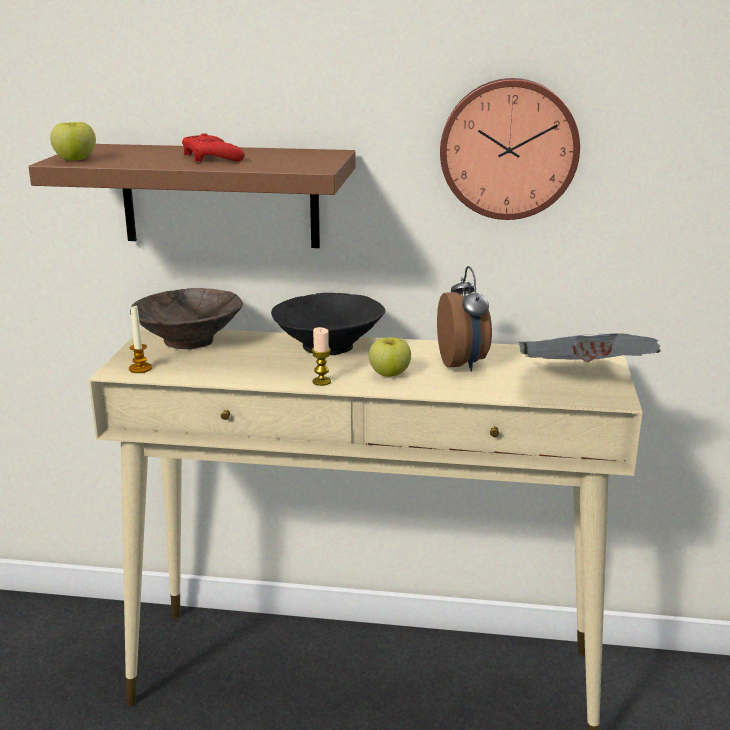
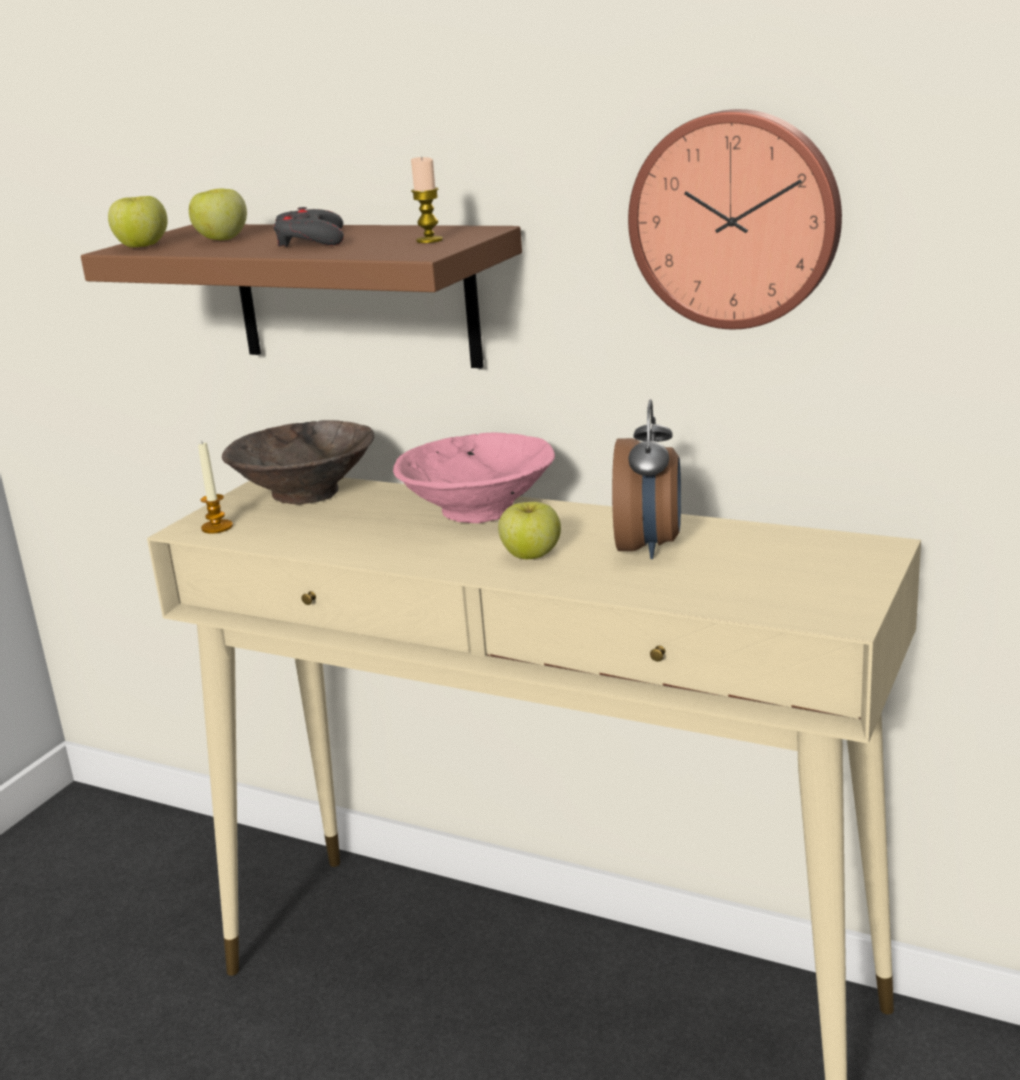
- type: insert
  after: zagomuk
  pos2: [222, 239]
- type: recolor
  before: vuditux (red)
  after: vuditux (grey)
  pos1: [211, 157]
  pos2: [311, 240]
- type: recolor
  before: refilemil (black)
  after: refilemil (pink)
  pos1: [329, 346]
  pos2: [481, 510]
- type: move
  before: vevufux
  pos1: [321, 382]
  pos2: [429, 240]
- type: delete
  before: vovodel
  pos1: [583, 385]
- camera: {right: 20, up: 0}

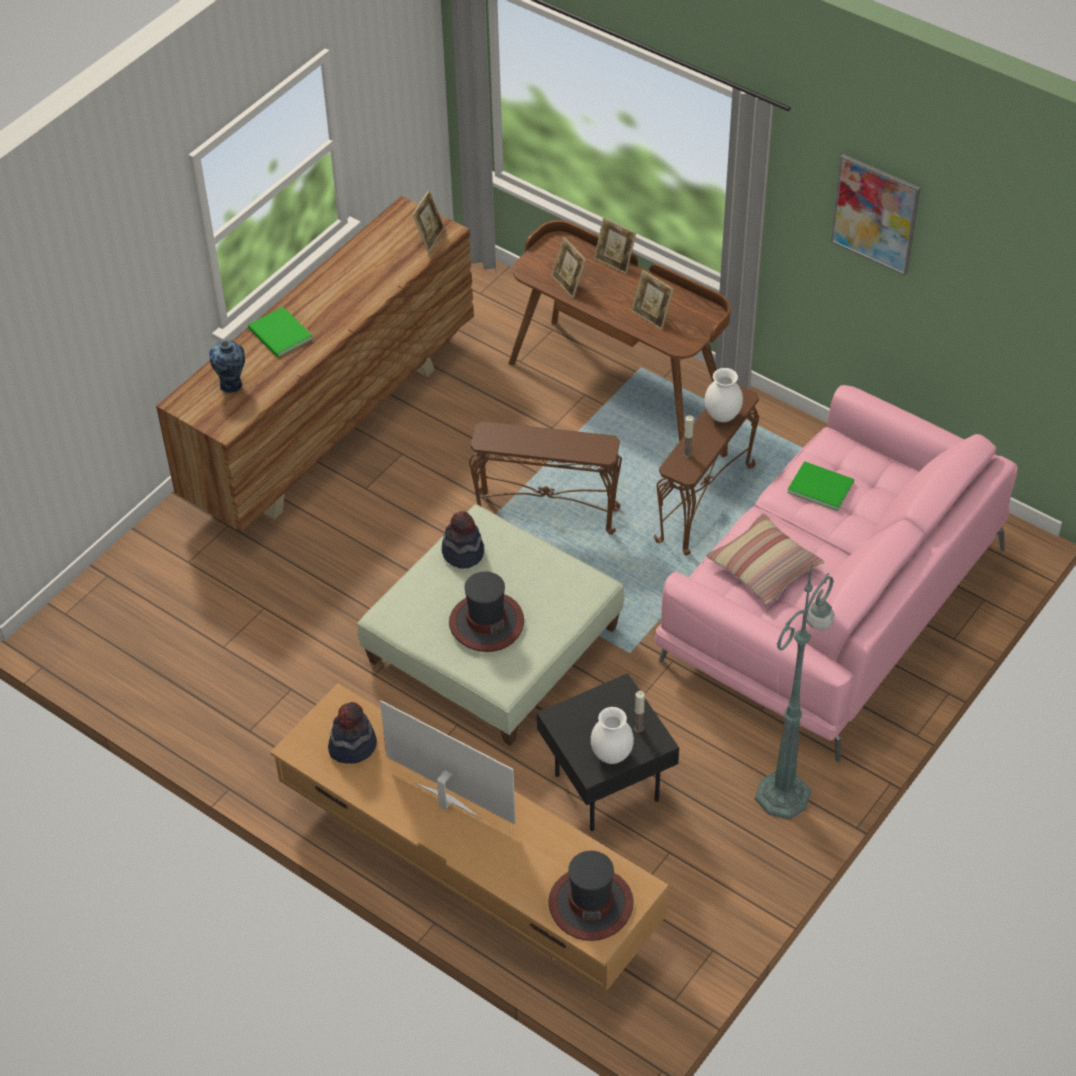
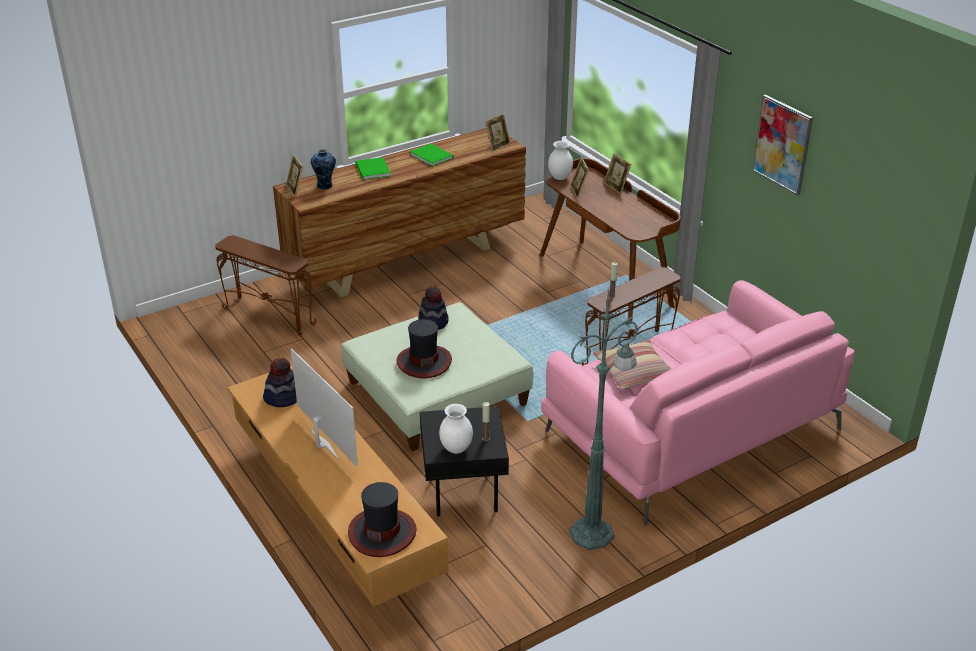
- type: move
  before: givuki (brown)
  pos1: [546, 514]
  pos2: [269, 316]
- type: move
  before: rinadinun
  pos1: [651, 316]
  pos2: [295, 190]
- type: move
  before: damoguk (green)
  pos1: [819, 485]
  pos2: [431, 155]
- type: move
  before: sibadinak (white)
  pos1: [723, 416]
  pos2: [560, 177]
- camera: {right: 20, up: -15}

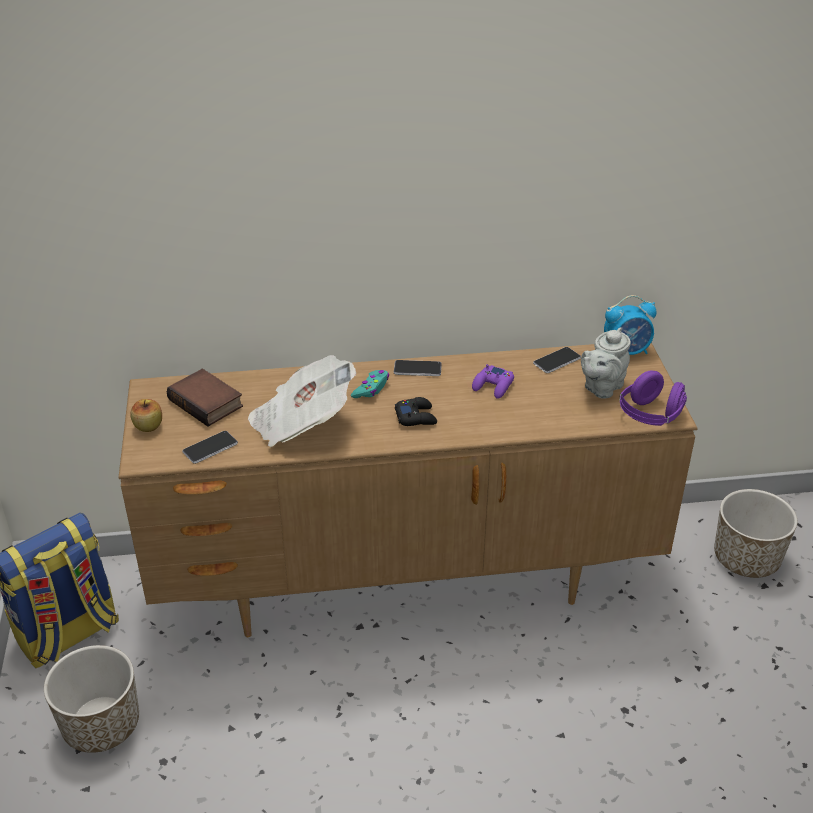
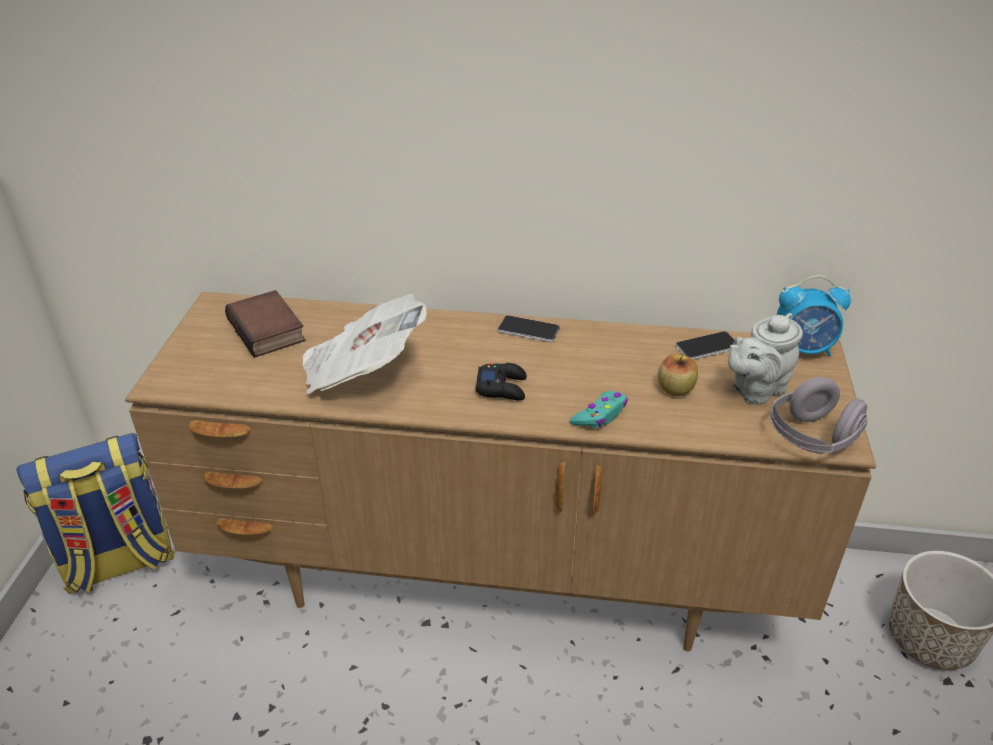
- type: move
  before: vuditux (turquoise)
  pos1: [371, 389]
  pos2: [600, 415]
- type: move
  before: zagomuk
  pos1: [148, 426]
  pos2: [675, 389]
- type: recolor
  before: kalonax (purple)
  after: kalonax (grey)
  pos1: [650, 416]
  pos2: [811, 438]
- type: delete
  before: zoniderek
  pos1: [101, 724]
- type: delete
  before: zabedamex
  pos1: [210, 448]
- type: delete
  before: vuditux (purple)
  pos1: [493, 386]
- camera: {right: 15, up: 0}

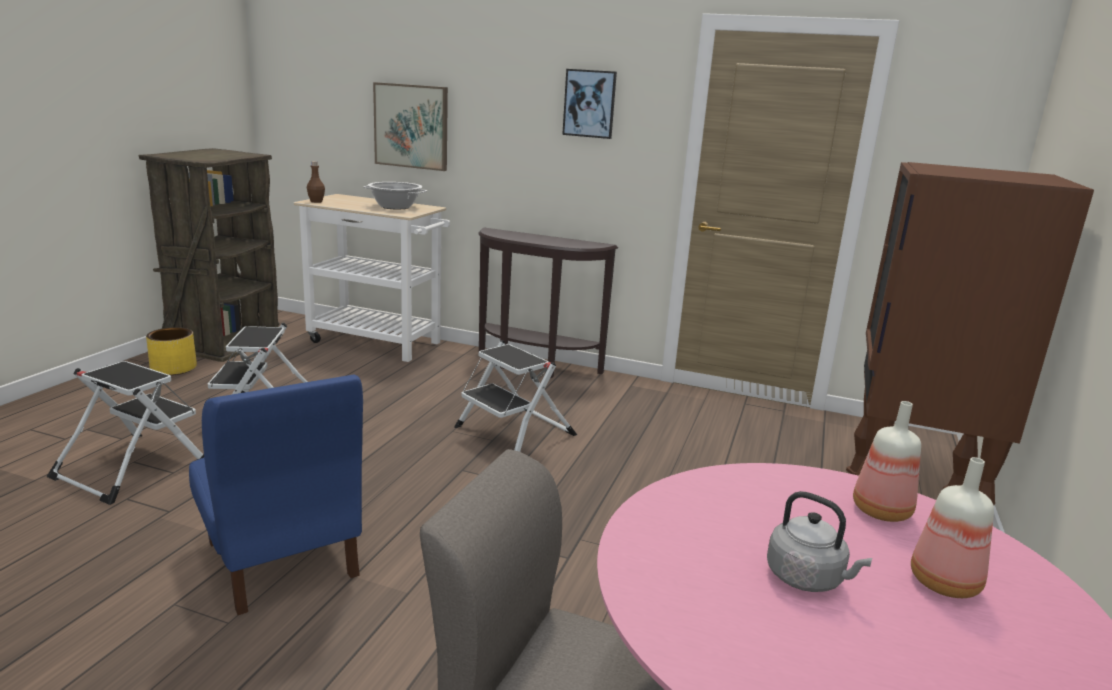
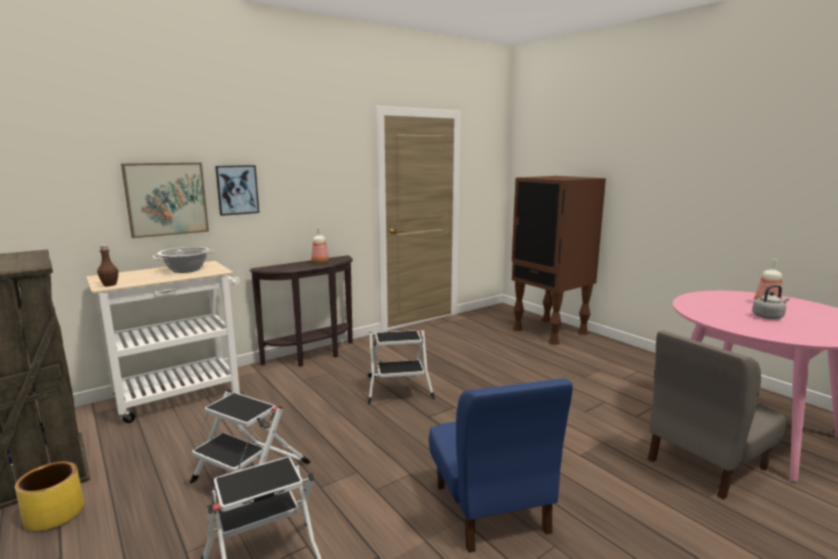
- type: move
  before: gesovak
  pos1: [589, 103]
  pos2: [237, 190]
- type: move
  before: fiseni
  pos1: [879, 510]
  pos2: [319, 262]
- type: rotate
  before: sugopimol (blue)
  pos1: [282, 560]
  pos2: [491, 509]
  turn: 75
- camera: {right: -55, up: -5}

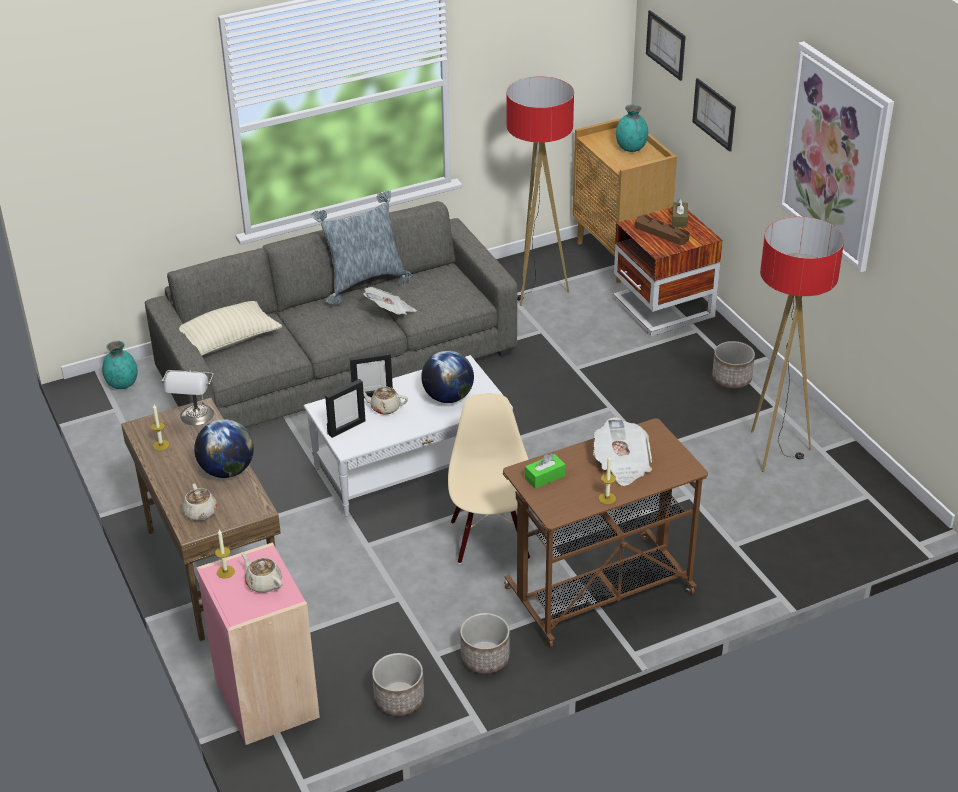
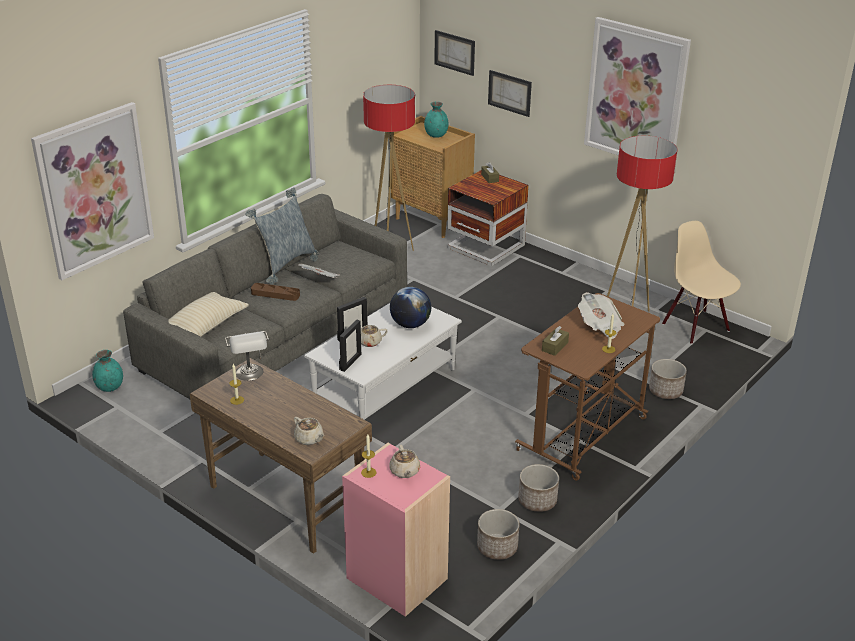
- type: insert
  after: gesovak
  pos2: [94, 190]
- type: move
  before: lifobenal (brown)
  pos1: [661, 233]
  pos2: [275, 294]
- type: rotate
  before: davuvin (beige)
  pos1: [263, 583]
  pos2: [404, 471]
  turn: -120
- type: recolor
  before: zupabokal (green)
  after: zupabokal (brown)
  pos1: [544, 477]
  pos2: [555, 346]
- type: move
  before: zoniderek
  pos1: [731, 379]
  pos2: [665, 391]
- type: move
  before: sugopimol (beige)
  pos1: [491, 540]
  pos2: [696, 327]
- type: delete
  before: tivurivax
  pos1: [227, 471]
- camera: {right: -25, up: -5}

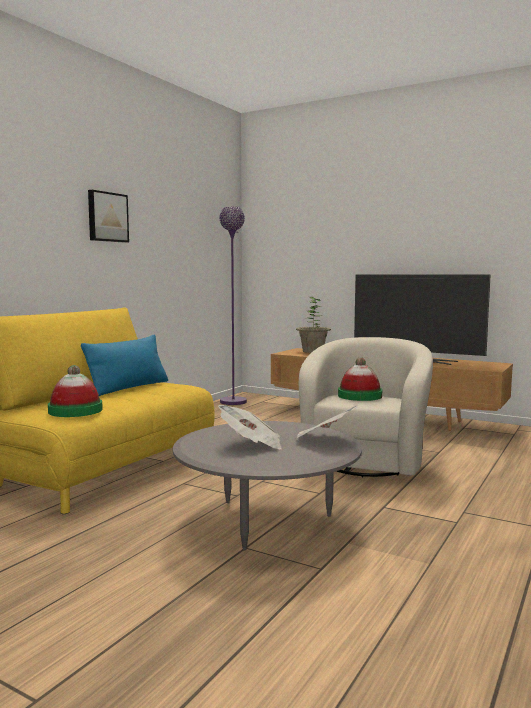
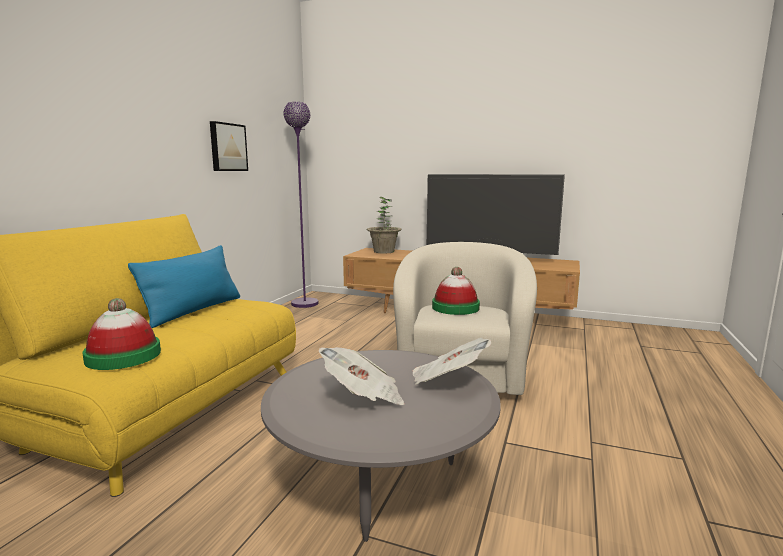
- type: move
  before: gesovak
  pos1: [107, 217]
  pos2: [227, 147]
- camera: {right: -10, up: 5}

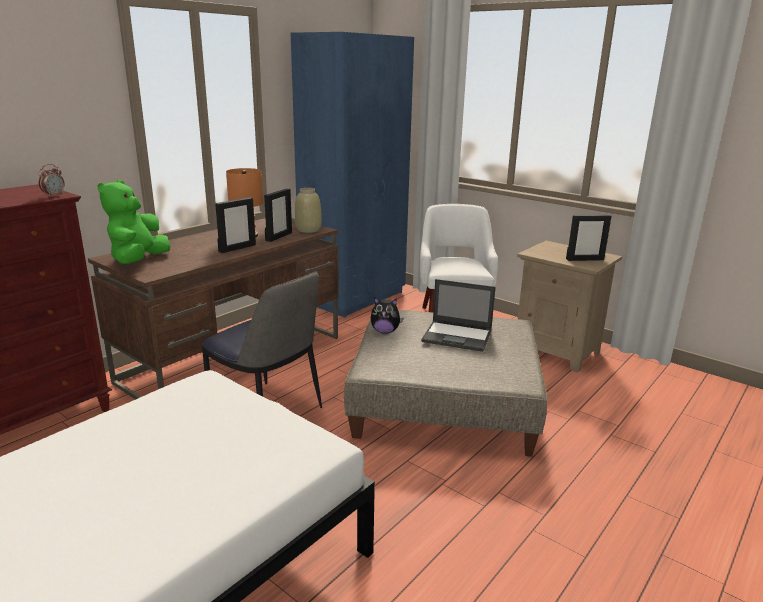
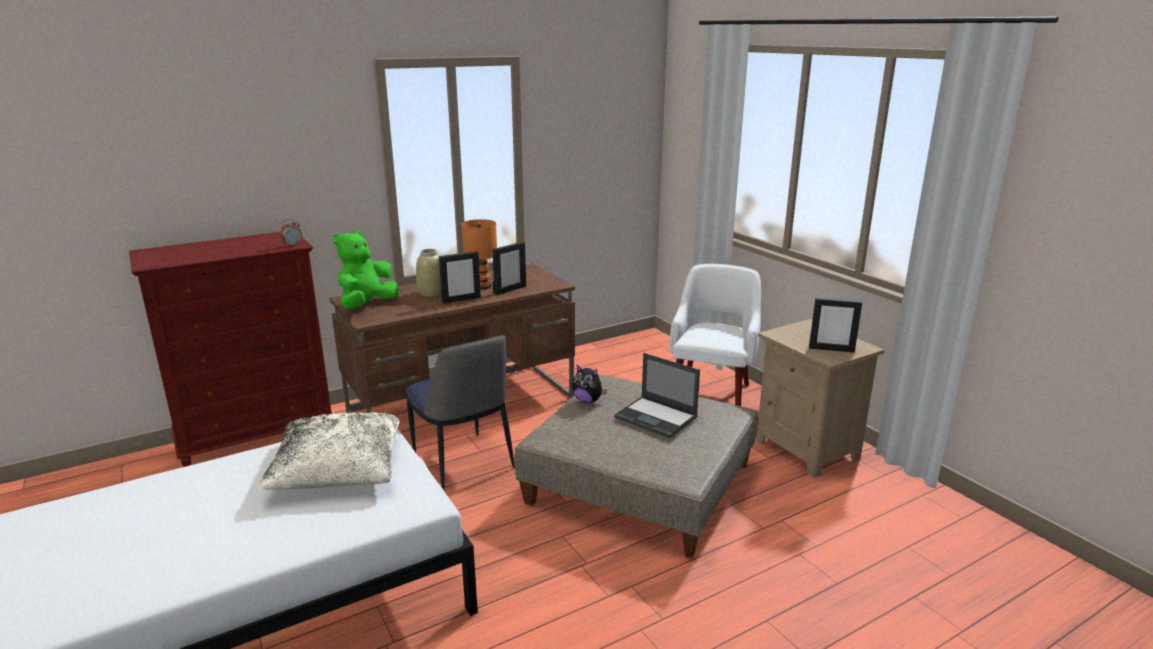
- type: insert
  after: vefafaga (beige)
  pos2: [337, 467]
- type: move
  before: sibadinak (beige)
  pos1: [308, 230]
  pos2: [432, 293]
- type: delete
  before: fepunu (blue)
  pos1: [355, 297]
- camera: {right: 20, up: 0}

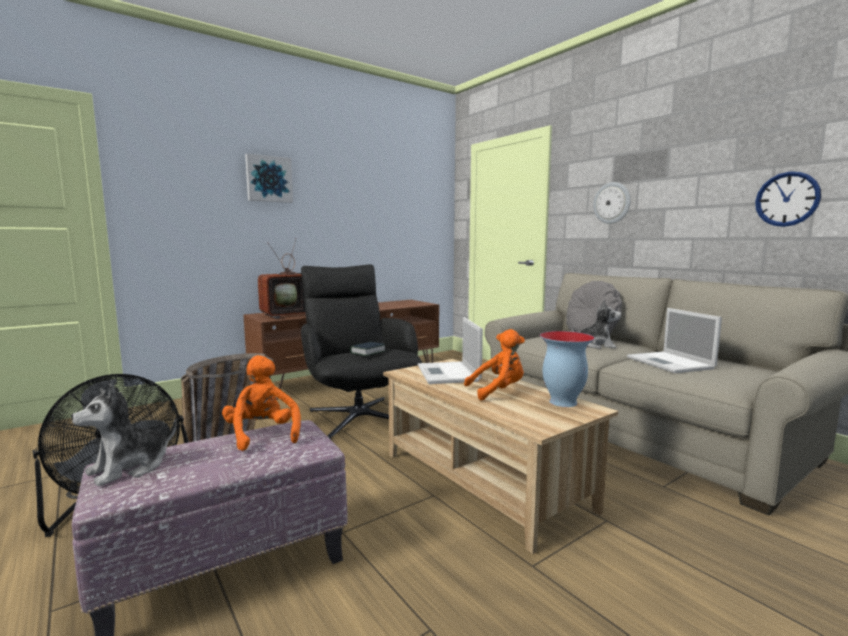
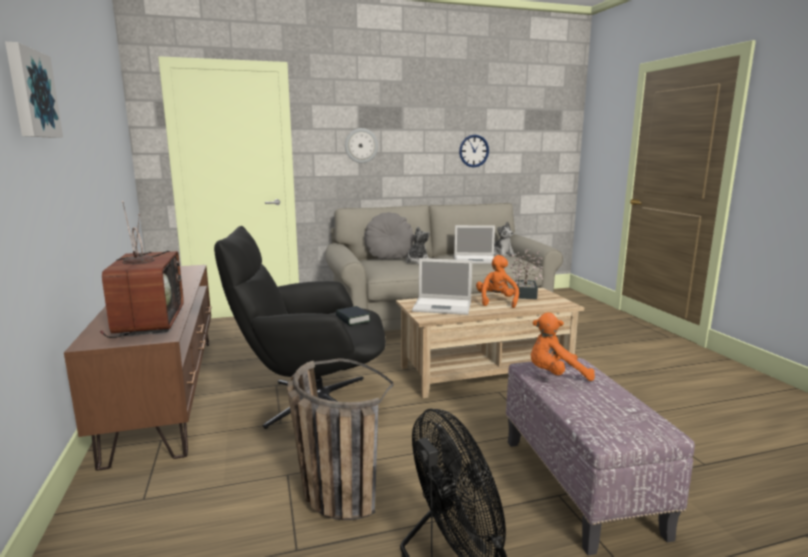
- type: move
  before: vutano
  pos1: [129, 468]
  pos2: [502, 254]
- type: replace
  before: sibadinak
  after: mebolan
  pos1: [563, 402]
  pos2: [525, 293]
- camera: {right: -70, up: 5}

